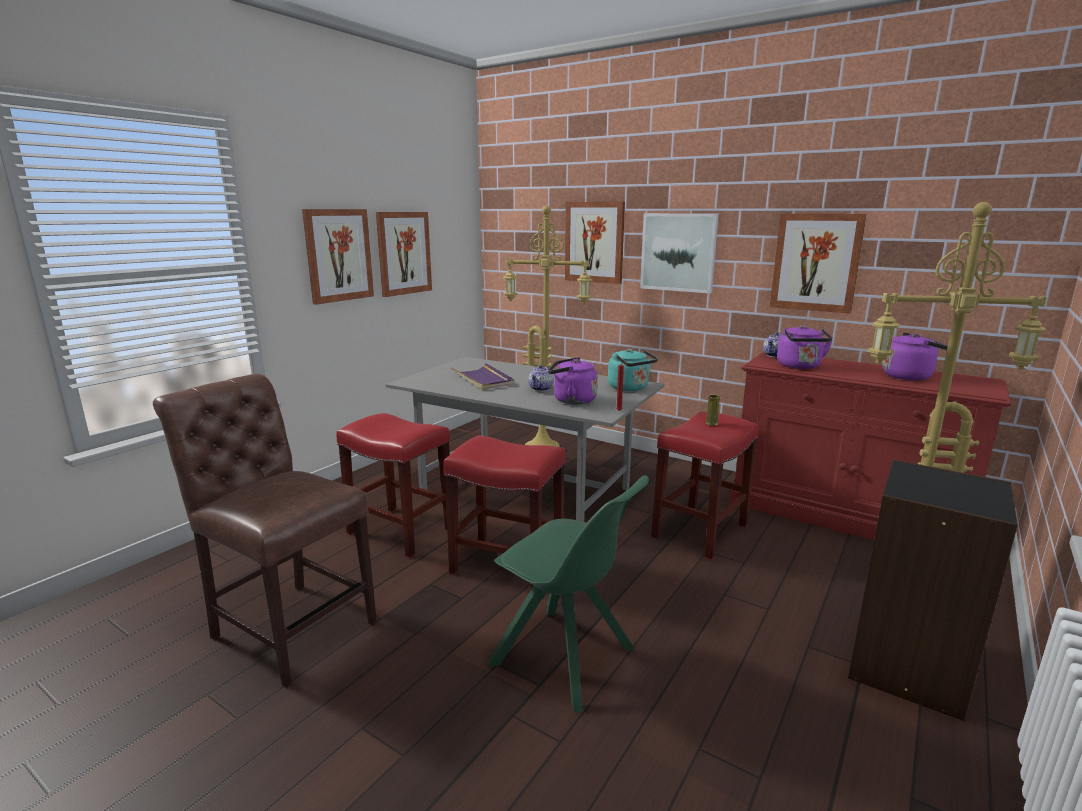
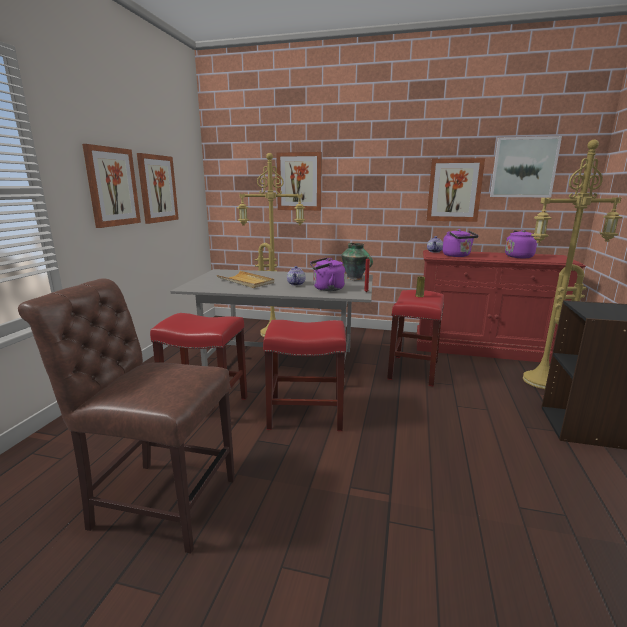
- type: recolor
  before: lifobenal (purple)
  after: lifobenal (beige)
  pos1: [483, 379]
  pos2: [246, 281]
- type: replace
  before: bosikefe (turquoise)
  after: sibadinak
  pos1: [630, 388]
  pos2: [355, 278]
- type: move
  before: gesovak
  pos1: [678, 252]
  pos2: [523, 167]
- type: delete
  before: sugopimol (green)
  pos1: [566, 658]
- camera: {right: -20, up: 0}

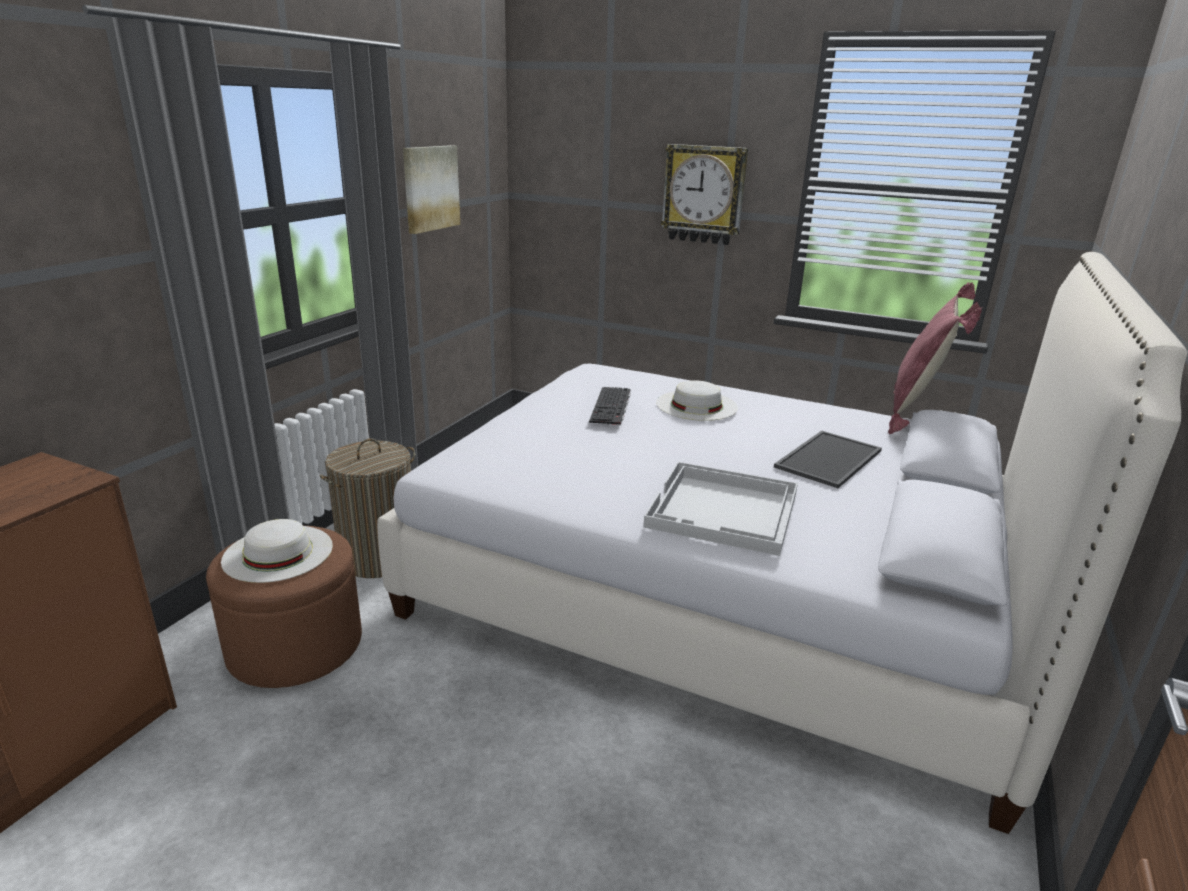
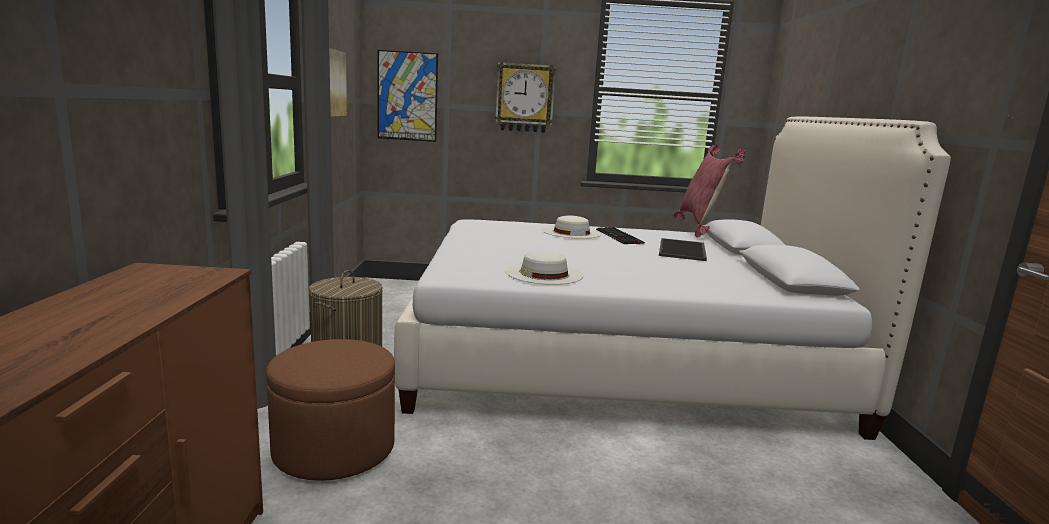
- type: insert
  after: gesovak
  pos2: [407, 96]
- type: move
  before: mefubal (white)
  pos1: [278, 553]
  pos2: [544, 273]
- type: move
  before: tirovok
  pos1: [612, 406]
  pos2: [620, 236]
- type: delete
  before: lifobenal (white)
  pos1: [724, 510]
- camera: {right: -25, up: -10}

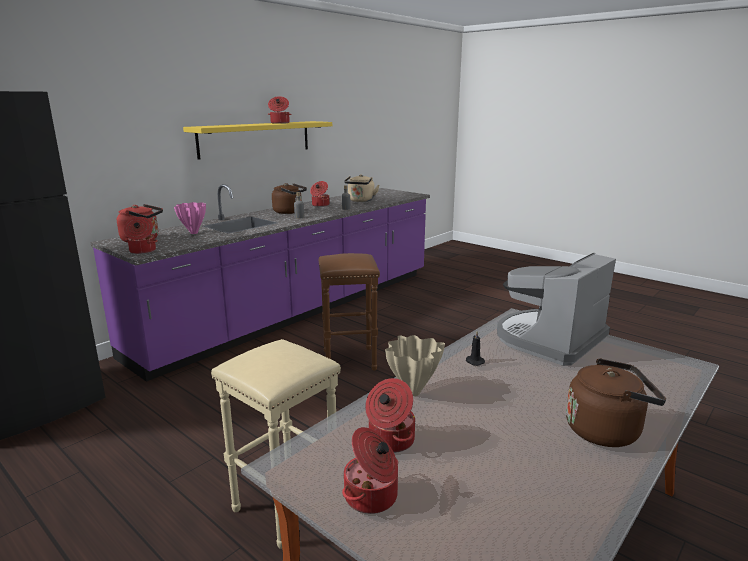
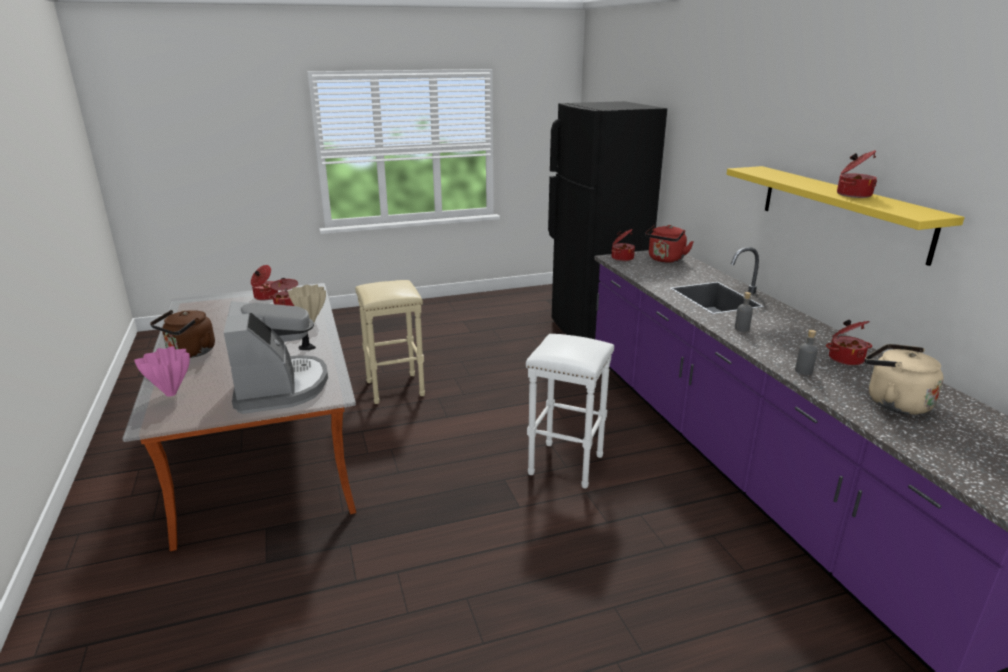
- type: move
  before: sibadinak (pink)
  pos1: [193, 233]
  pos2: [172, 393]
- type: recolor
  before: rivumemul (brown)
  after: rivumemul (white)
  pos1: [348, 359]
  pos2: [567, 464]
- type: delete
  before: bosikefe (brown)
  pos1: [289, 212]
- camera: {right: 120, up: 5}

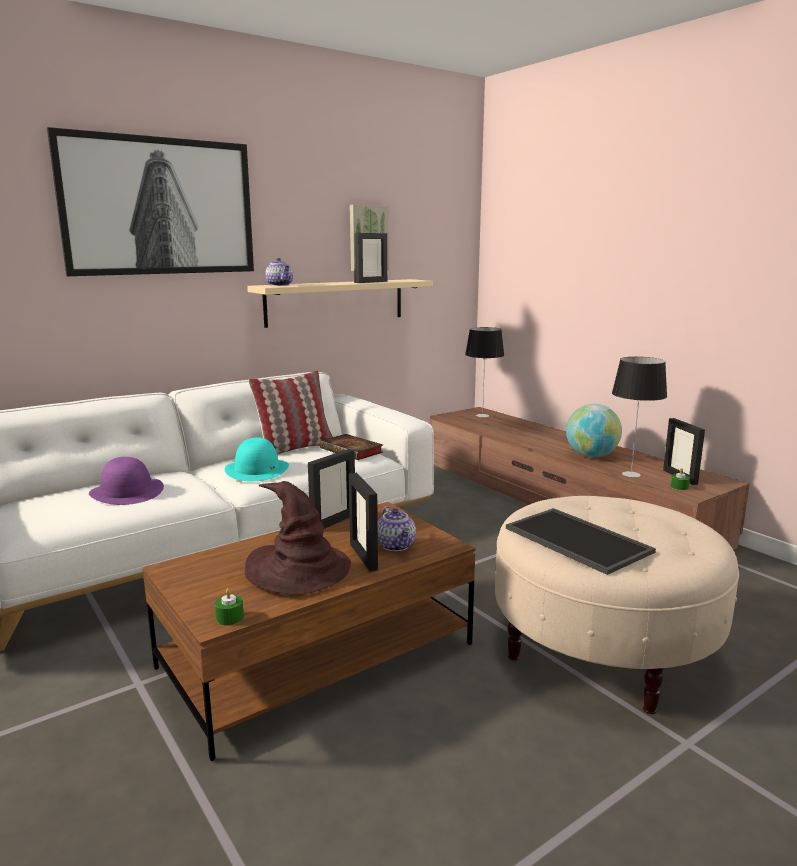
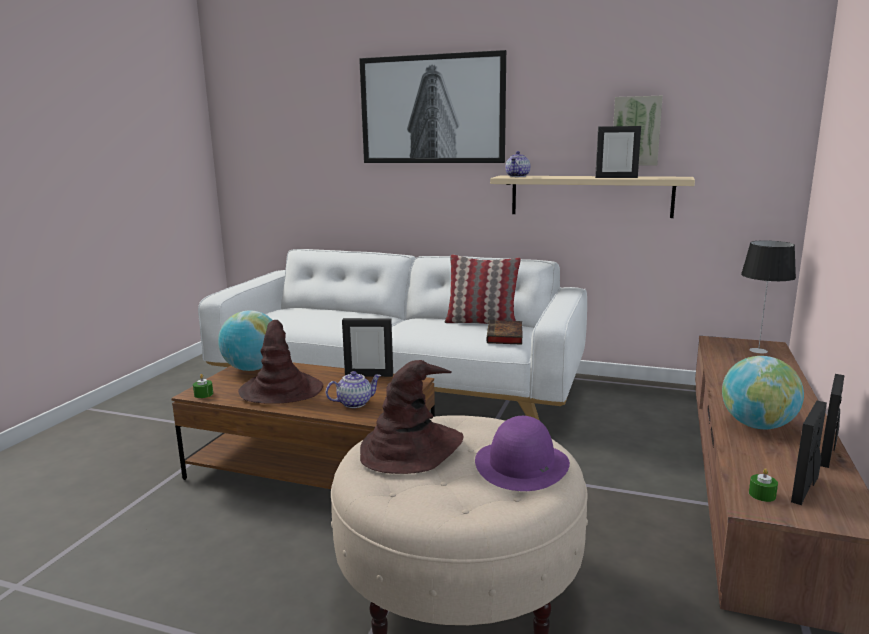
- type: insert
  after: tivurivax
  pos2: [252, 369]
- type: rotate
  before: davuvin
  pos1: [396, 546]
  pos2: [354, 403]
  turn: -150
- type: replace
  before: lifobenal
  after: mefubal (brown)
  pos1: [574, 540]
  pos2: [410, 449]
- type: move
  before: mefubal (purple)
  pos1: [127, 492]
  pos2: [522, 465]
- type: move
  before: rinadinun
  pos1: [364, 556]
  pos2: [828, 454]
- type: delete
  before: mefubal (turquoise)
  pos1: [257, 470]
- type: delete
  before: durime
  pos1: [631, 474]
- camera: {right: 55, up: 0}

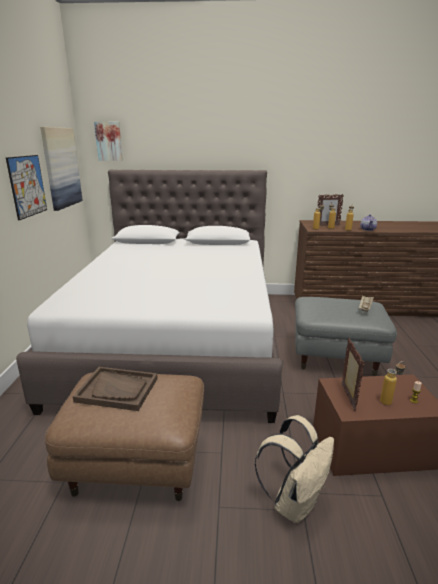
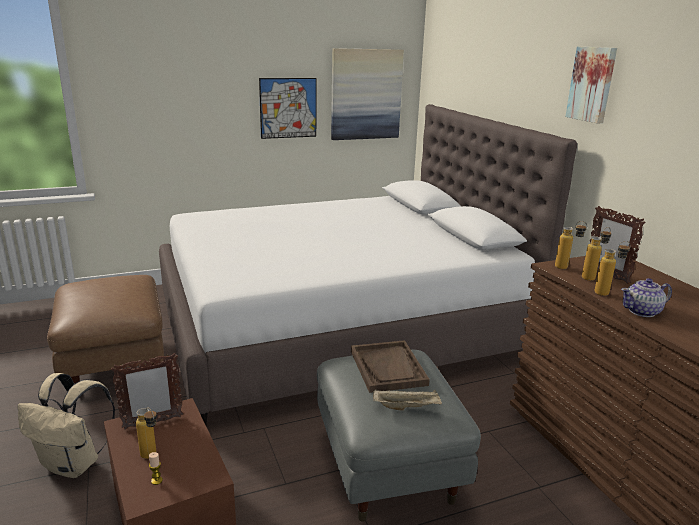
- type: move
  before: lifobenal (brown)
  pos1: [117, 389]
  pos2: [388, 368]
- type: move
  before: gesovak
  pos1: [109, 141]
  pos2: [592, 84]
- camera: {right: 65, up: 0}

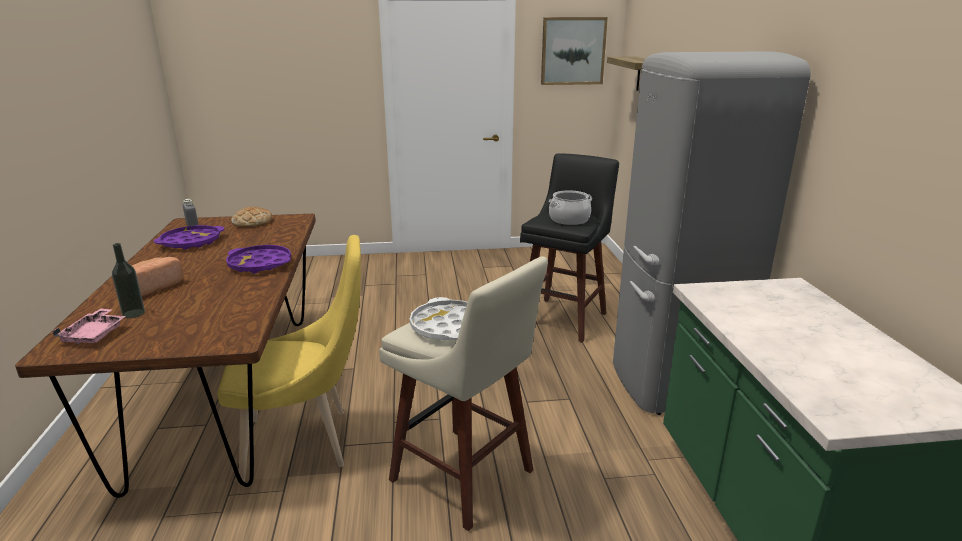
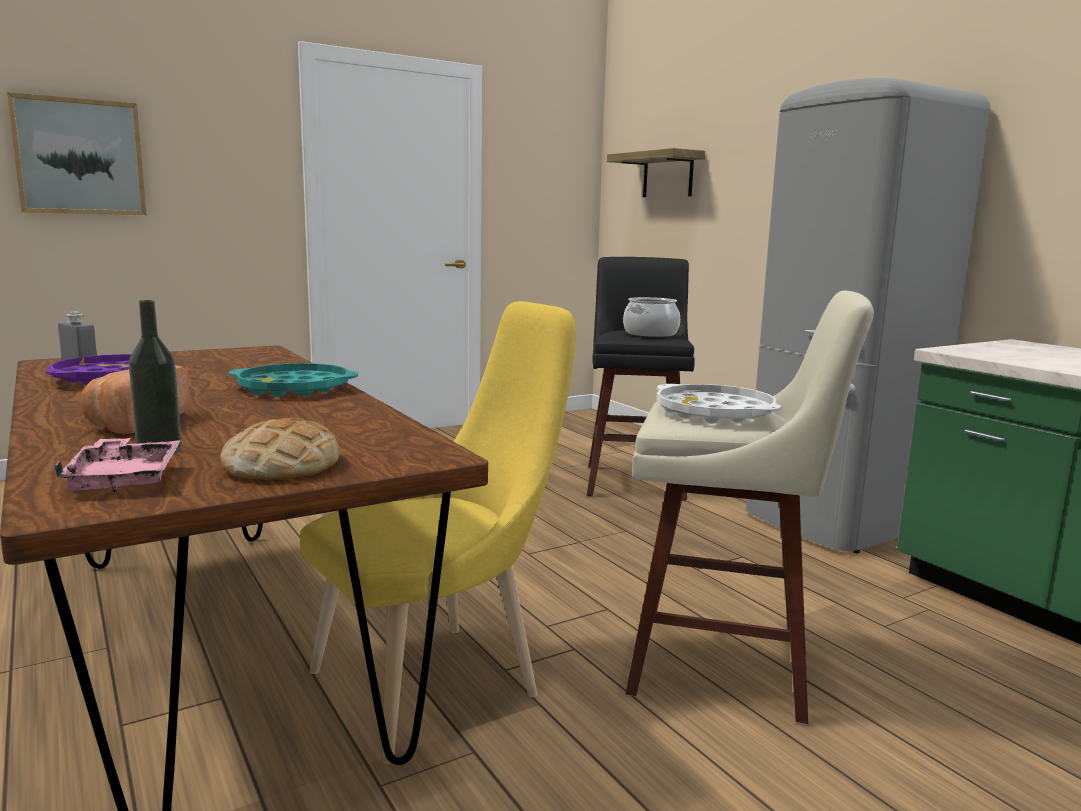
- type: move
  before: gesovak
  pos1: [573, 51]
  pos2: [79, 157]
- type: move
  before: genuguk
  pos1: [252, 222]
  pos2: [283, 465]
- type: recolor
  before: lifobenal (purple)
  after: lifobenal (turquoise)
  pos1: [260, 264]
  pos2: [294, 389]
- camera: {right: -25, up: -10}

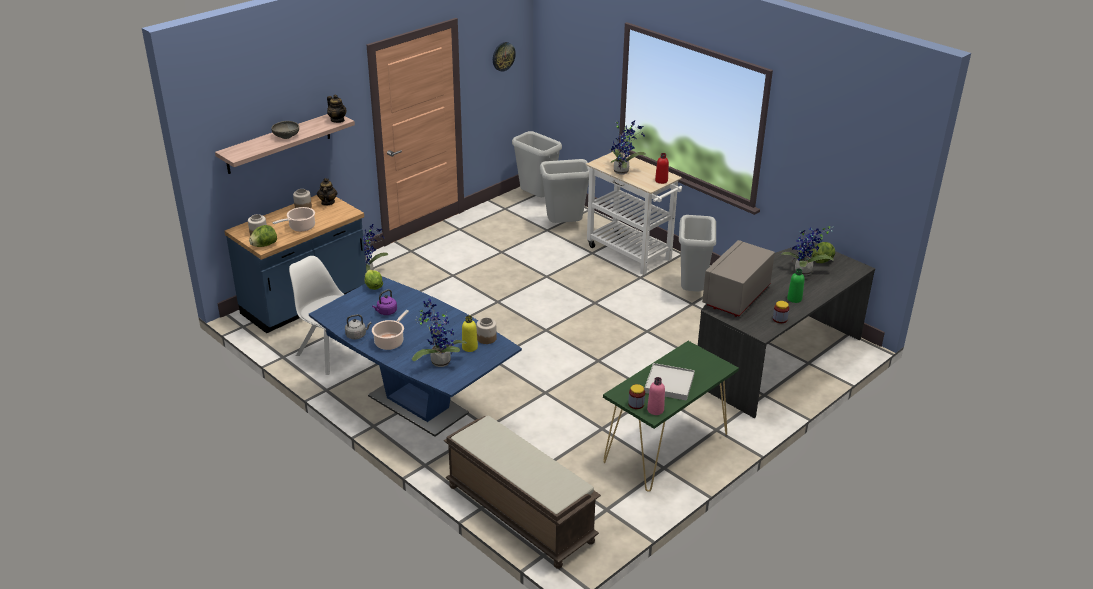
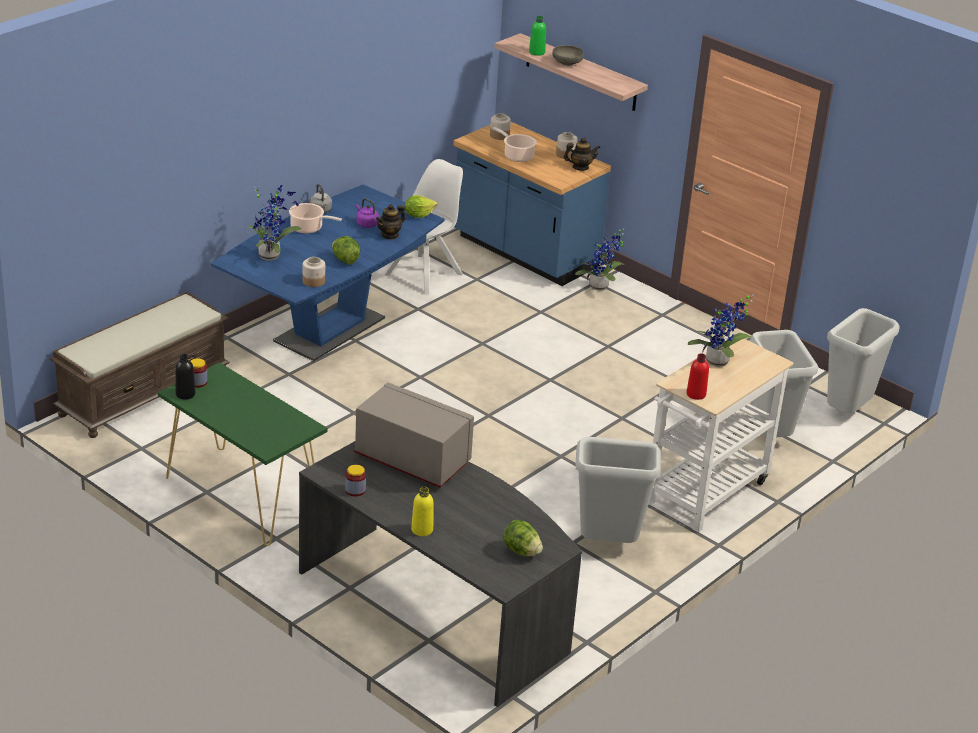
- type: recolor
  before: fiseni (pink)
  after: fiseni (black)
  pos1: [655, 410]
  pos2: [185, 394]
- type: move
  before: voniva
  pos1: [264, 245]
  pos2: [345, 260]
- type: move
  before: davuvin
  pos1: [337, 120]
  pos2: [390, 235]
- type: move
  before: fiseni (yellow)
  pos1: [469, 347]
  pos2: [422, 530]
- type: move
  before: fiseni (green)
  pos1: [794, 299]
  pos2: [537, 52]
- type: delete
  before: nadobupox
  pos1: [503, 56]
- type: delete
  before: lifobenal (white)
  pos1: [669, 384]
- type: delete
  before: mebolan
  pos1: [803, 273]
- camera: {right: 85, up: 0}

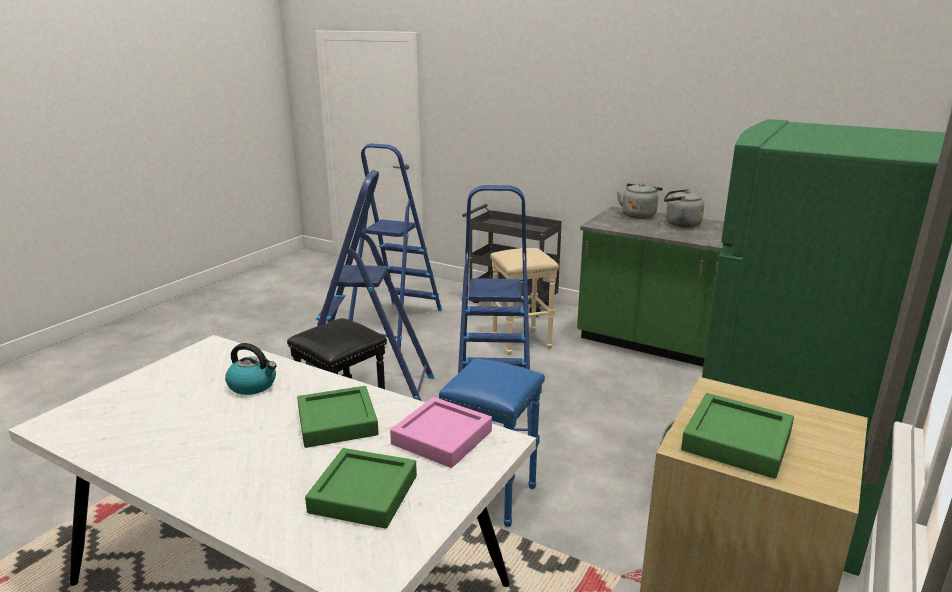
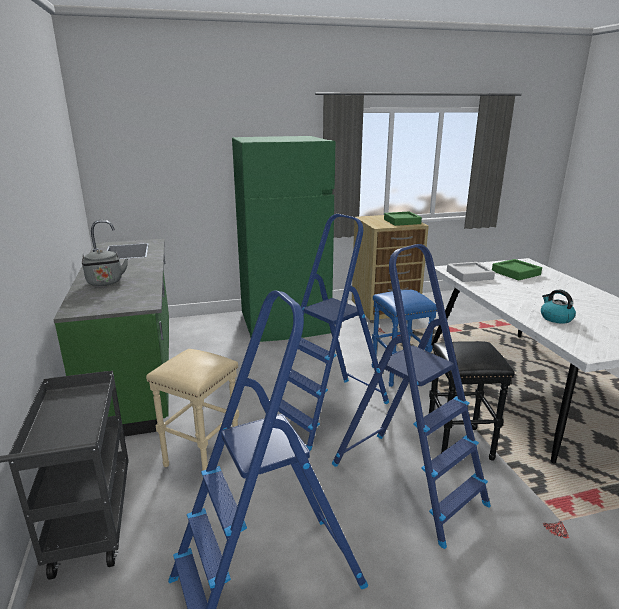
- type: recolor
  before: lifobenal (pink)
  after: lifobenal (grey)
  pos1: [442, 438]
  pos2: [469, 275]
- type: delete
  before: lifobenal (green)
  pos1: [337, 422]
- type: delete
  before: bosikefe (grey)
  pos1: [639, 215]
- camera: {right: -135, up: 0}

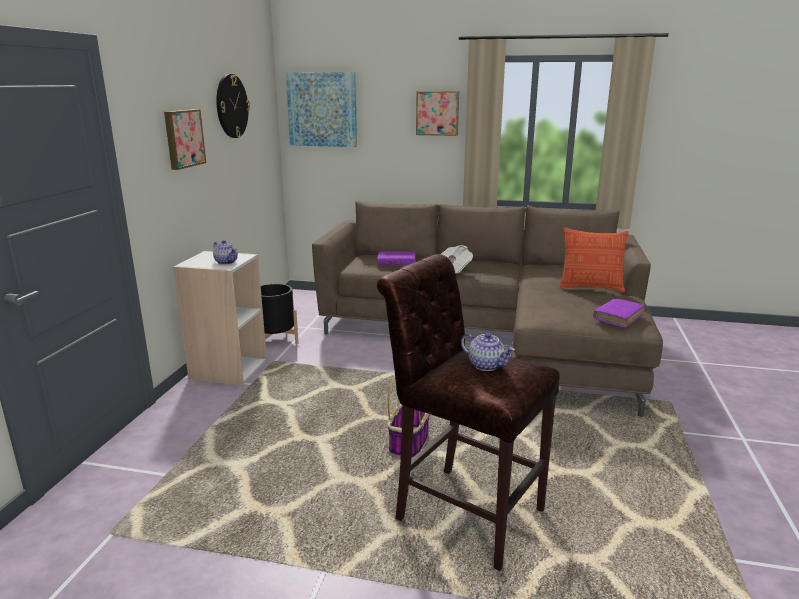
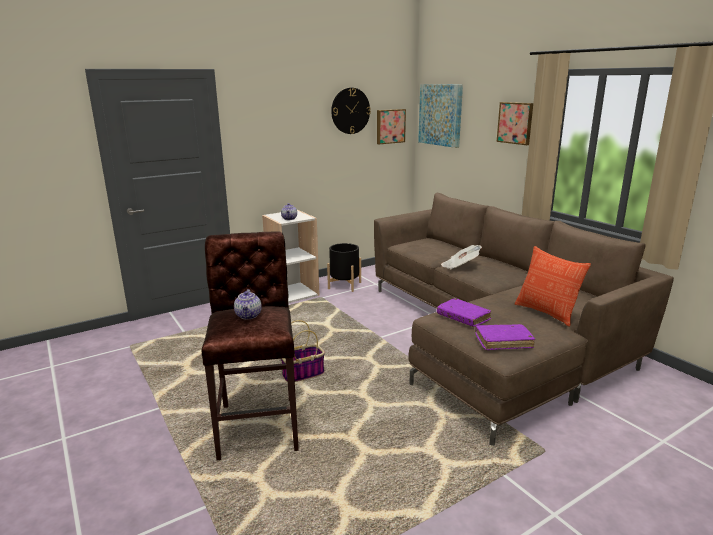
- type: move
  before: gesovak
  pos1: [183, 138]
  pos2: [390, 126]
- type: move
  before: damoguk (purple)
  pos1: [396, 263]
  pos2: [463, 317]
- camera: {right: 45, up: 0}

